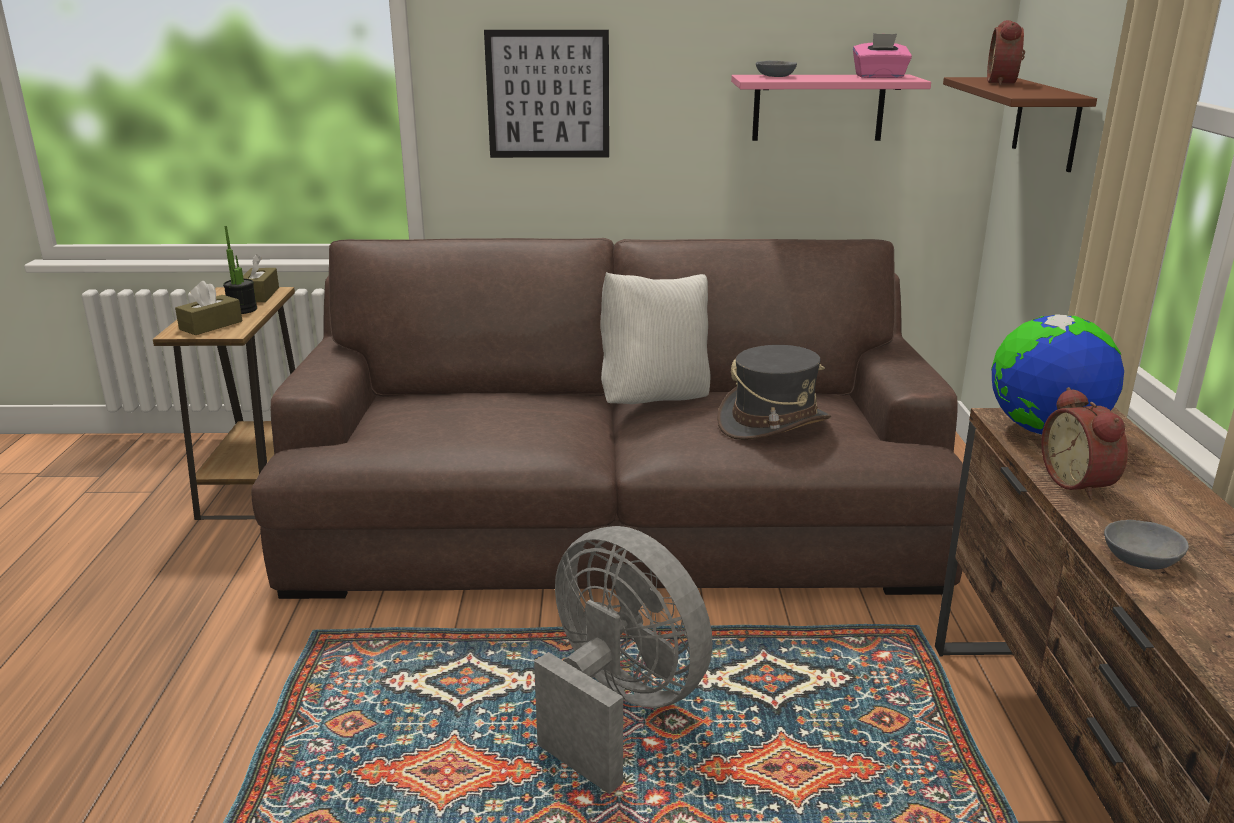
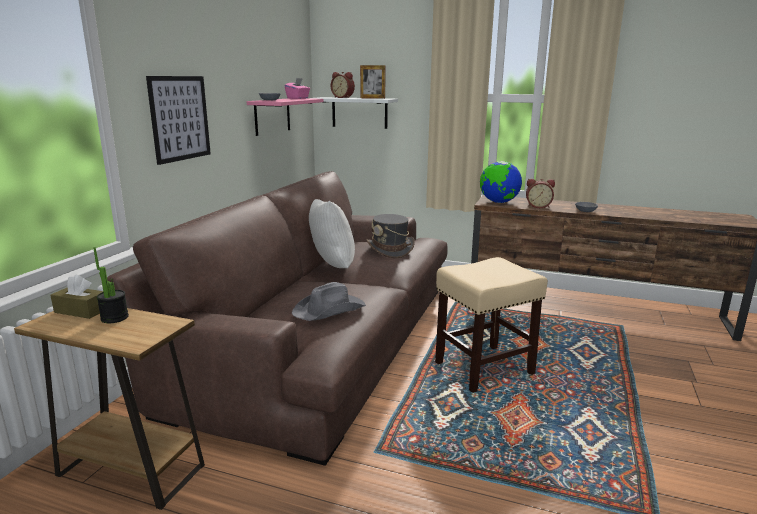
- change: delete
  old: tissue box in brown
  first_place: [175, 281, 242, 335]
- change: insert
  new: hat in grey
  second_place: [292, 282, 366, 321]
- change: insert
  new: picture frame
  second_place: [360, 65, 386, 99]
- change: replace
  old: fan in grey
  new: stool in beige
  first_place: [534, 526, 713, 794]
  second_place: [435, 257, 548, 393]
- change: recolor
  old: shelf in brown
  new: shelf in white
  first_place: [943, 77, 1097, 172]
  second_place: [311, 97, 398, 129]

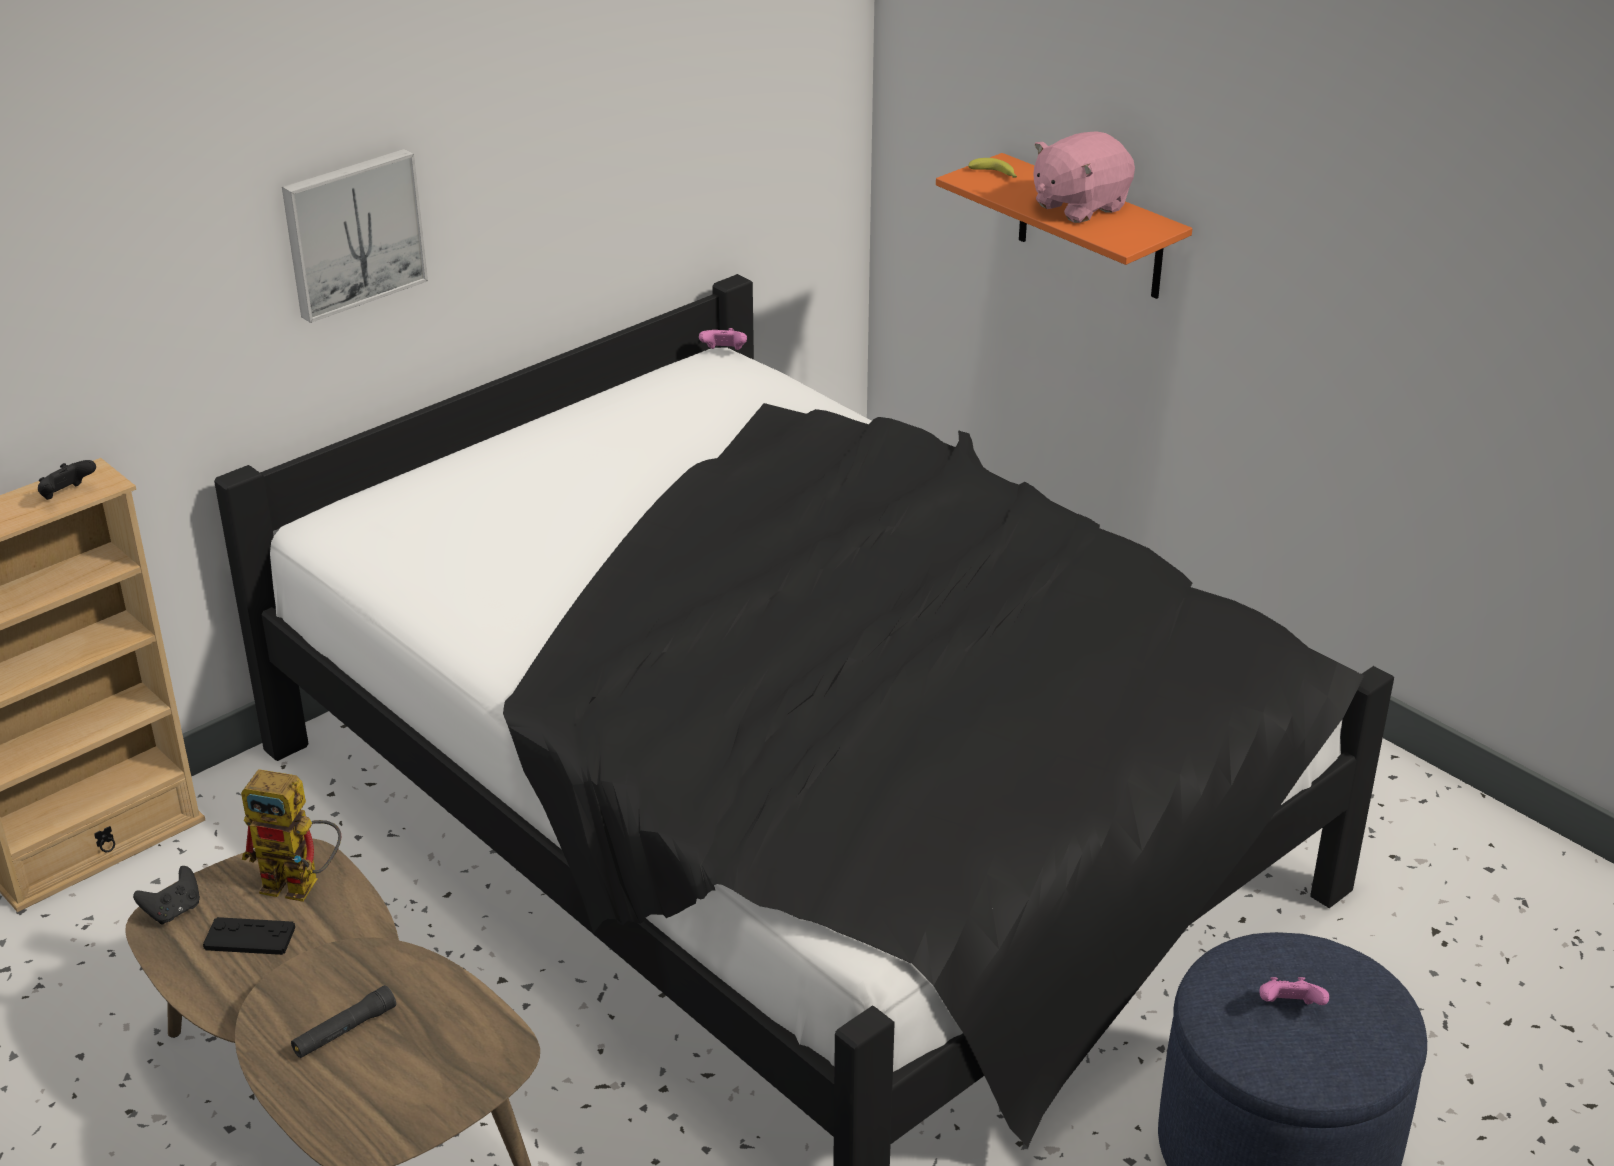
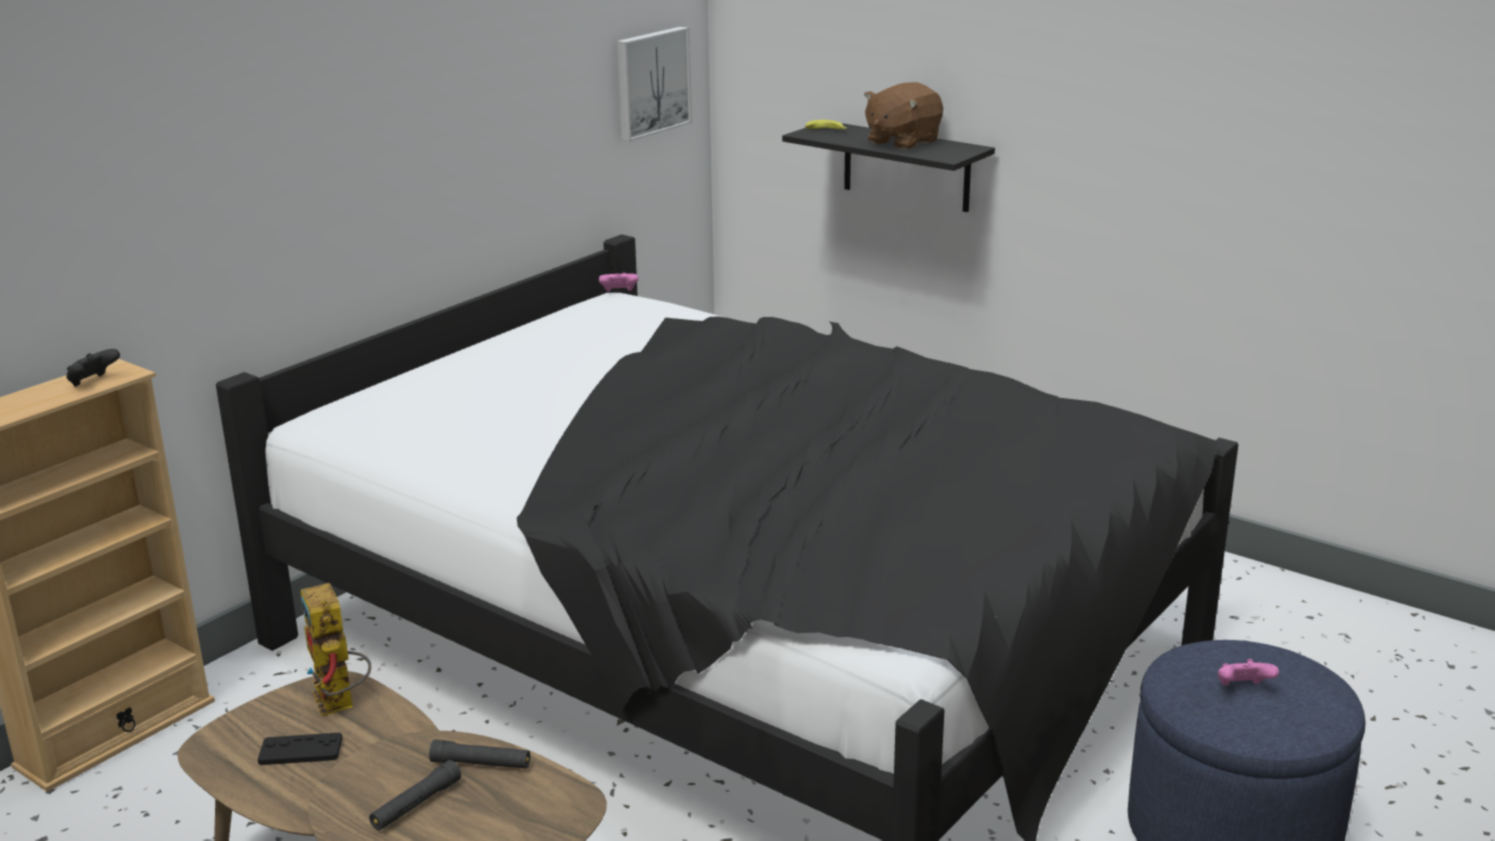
- change: delete
  old: game controller in black
  first_place: [133, 866, 200, 924]
- change: insert
  new: flashlight in black
  second_place: [429, 739, 530, 769]
- change: move
  old: picture
  first_place: [282, 149, 428, 323]
  second_place: [616, 27, 692, 141]
- change: recolor
  old: shelf in orange
  new: shelf in black
  first_place: [936, 153, 1192, 299]
  second_place: [782, 123, 995, 212]
- change: recolor
  old: plush toy in pink
  new: plush toy in brown
  first_place: [1033, 131, 1135, 223]
  second_place: [864, 82, 943, 150]
- change: rotate
  old: toy robot
  first_place: [241, 769, 341, 902]
  second_place: [301, 583, 371, 716]
  degrees: 60

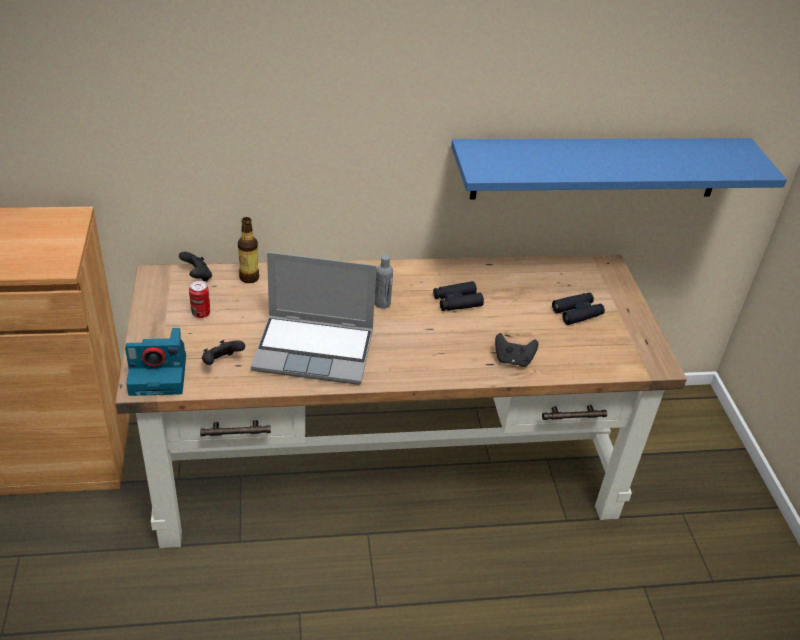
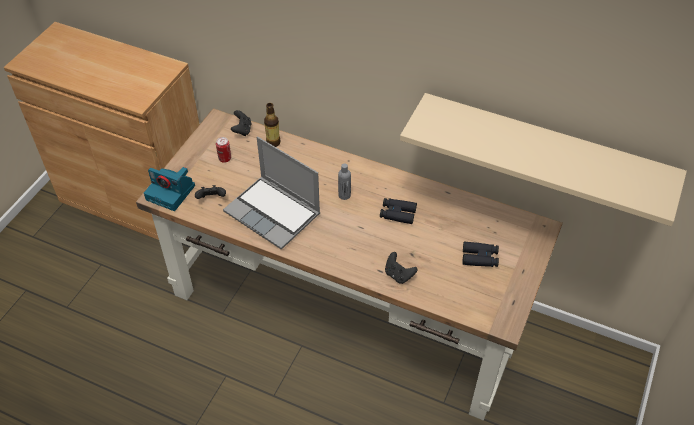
- change: recolor
  old: shelf in blue
  new: shelf in beige
  first_place: [451, 138, 787, 200]
  second_place: [400, 93, 687, 226]

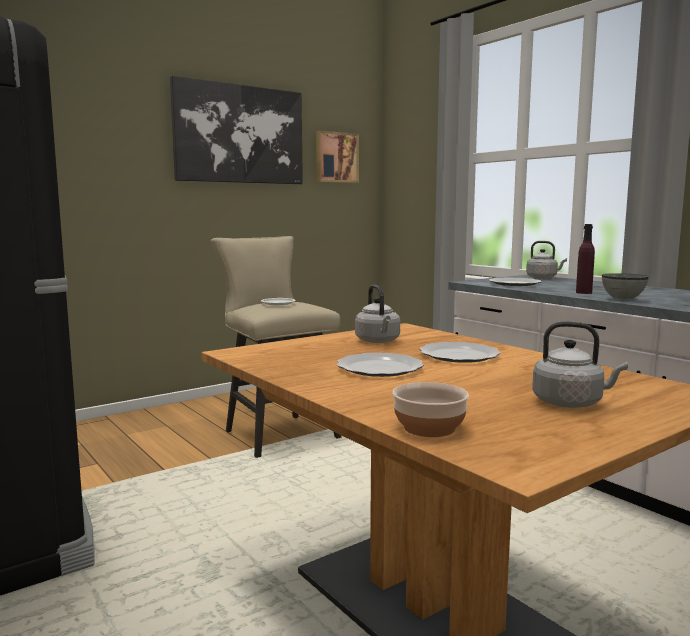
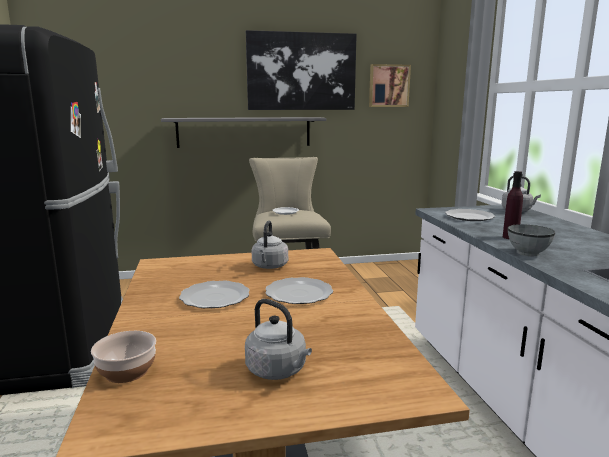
- change: insert
  new: shelf in grey
  second_place: [161, 117, 326, 148]

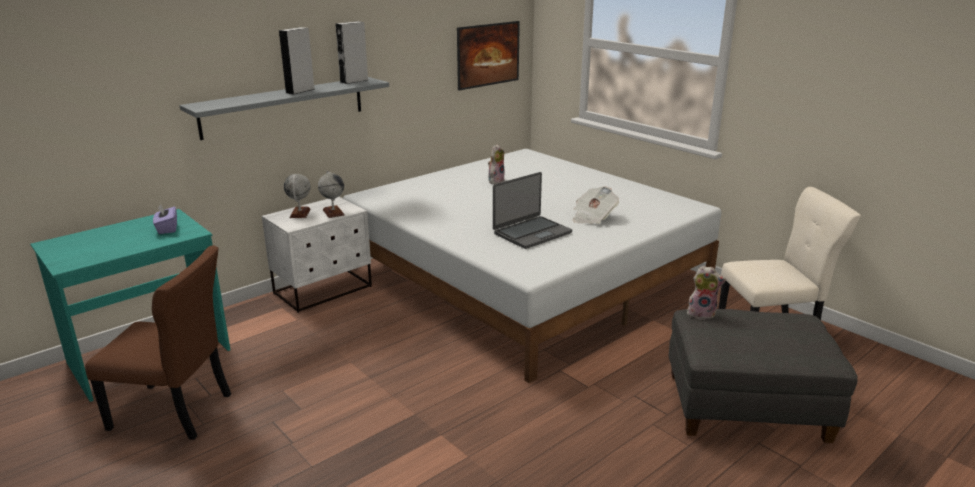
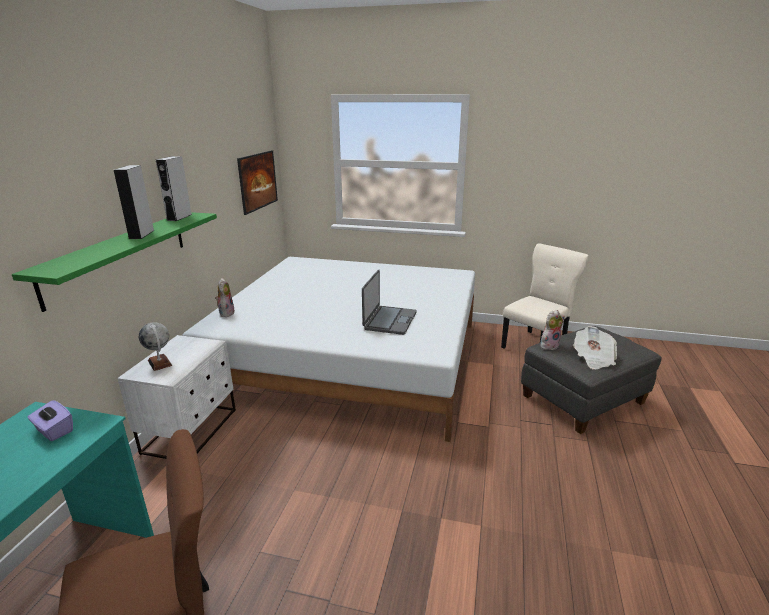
- change: delete
  old: globe
  first_place: [318, 171, 345, 218]
- change: move
  old: plush toy
  first_place: [488, 144, 505, 184]
  second_place: [215, 278, 235, 317]
- change: move
  old: newspaper
  first_place: [573, 186, 619, 224]
  second_place: [573, 326, 617, 369]
- change: recolor
  old: shelf in grey
  new: shelf in green
  first_place: [180, 77, 389, 140]
  second_place: [12, 212, 217, 312]

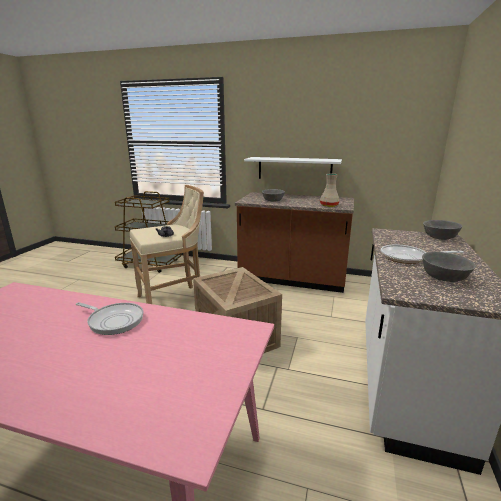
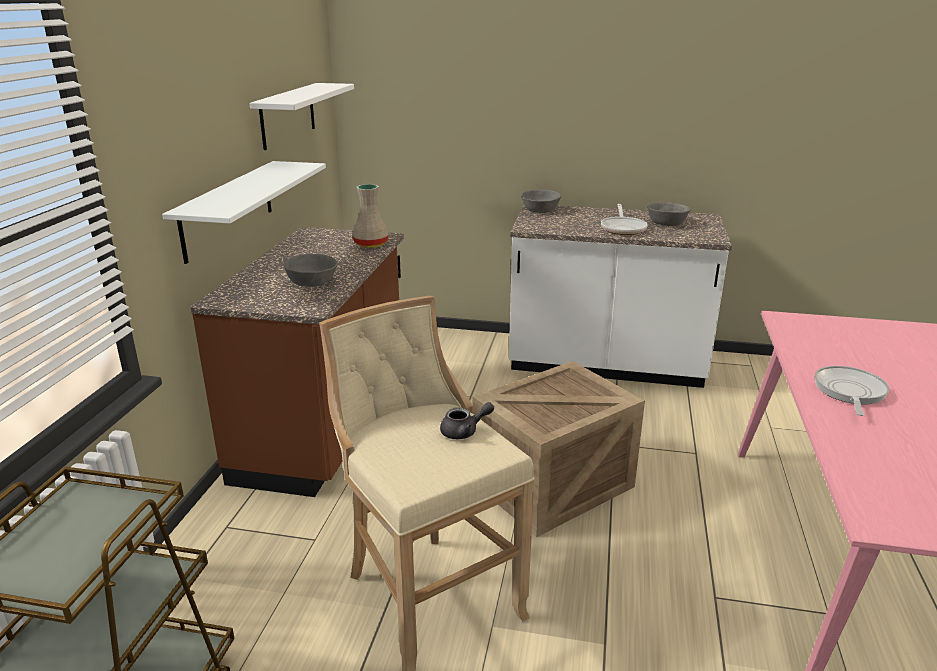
- change: insert
  new: shelf in white
  second_place: [250, 83, 354, 150]

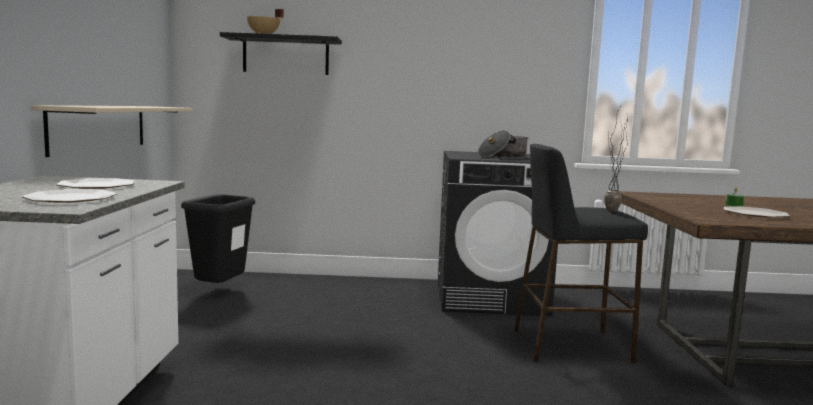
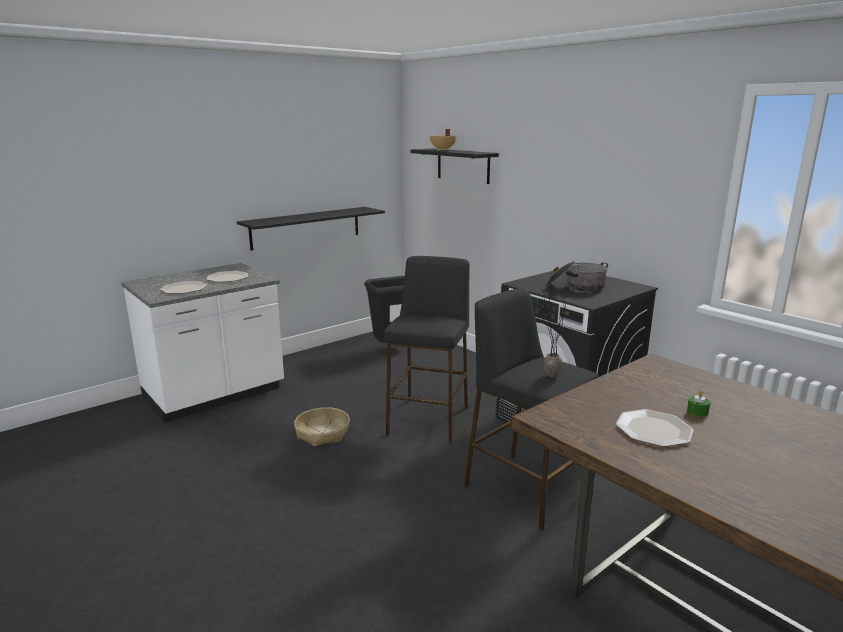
- change: insert
  new: basket
  second_place: [294, 407, 350, 447]
- change: insert
  new: stool in black
  second_place: [384, 256, 470, 445]
- change: recolor
  old: shelf in beige
  new: shelf in black
  first_place: [31, 105, 193, 157]
  second_place: [237, 207, 385, 251]

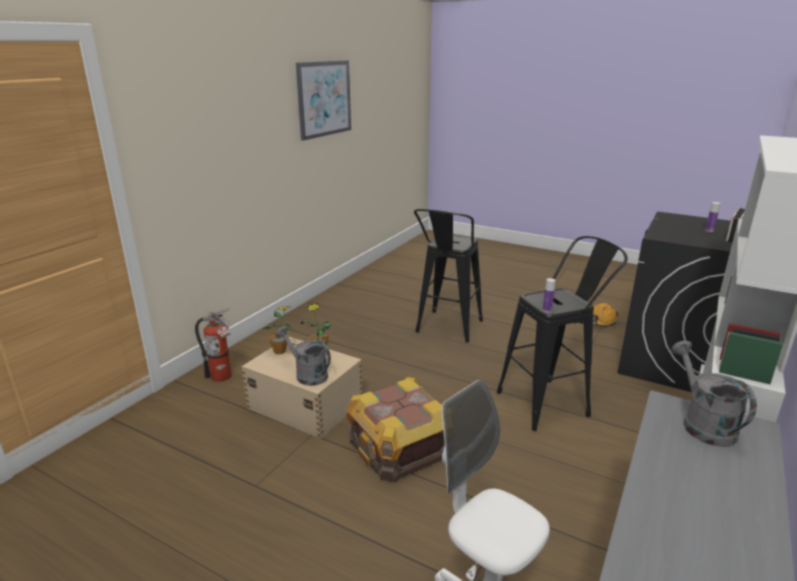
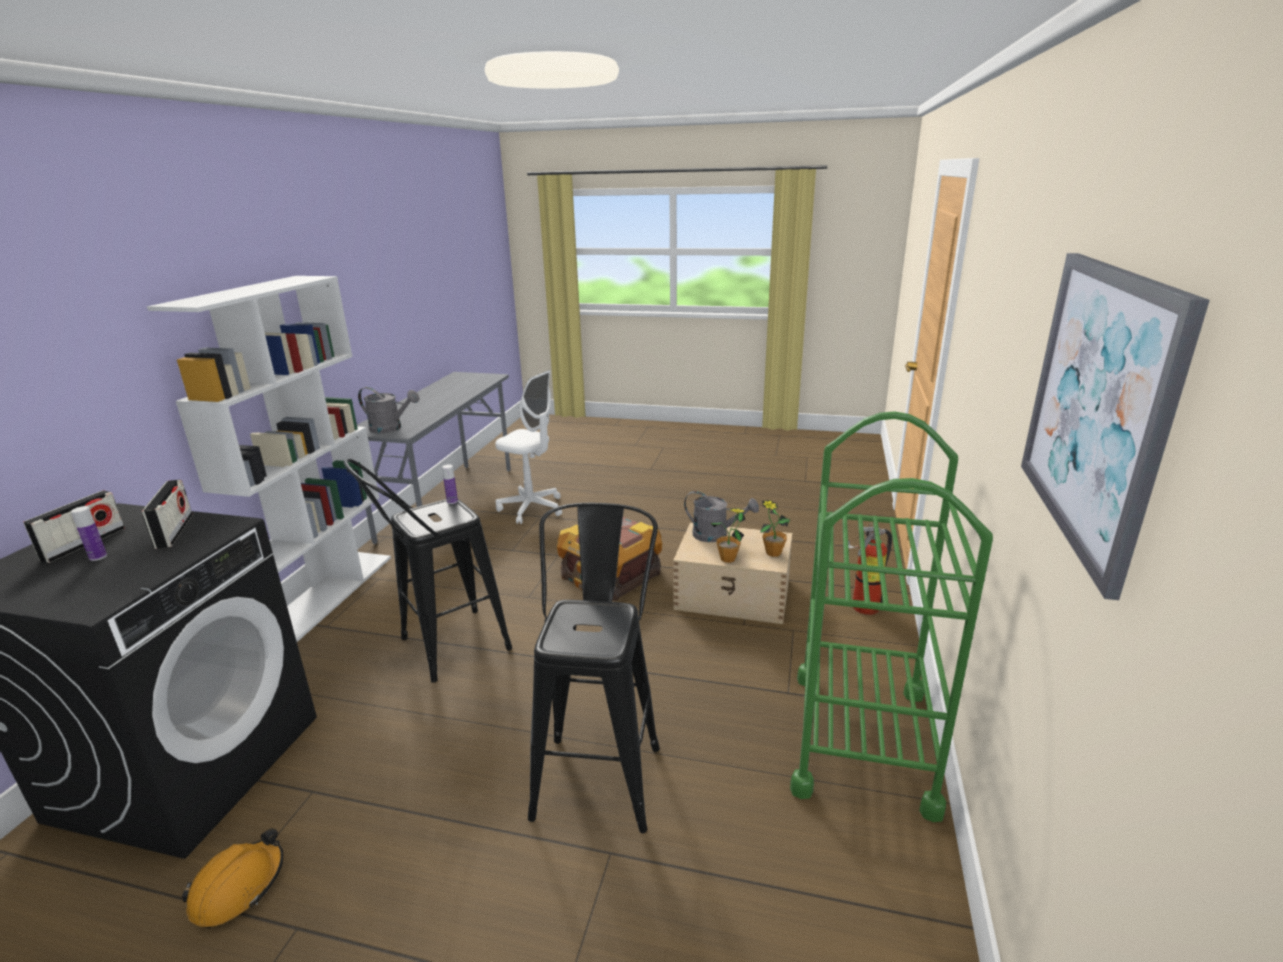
- change: insert
  new: radio
  second_place: [142, 480, 193, 549]
- change: insert
  new: cart in green
  second_place: [790, 412, 993, 822]
- change: rotate
  old: watering can in grey
  first_place: [671, 341, 757, 447]
  second_place: [358, 387, 420, 433]
  degrees: -45

